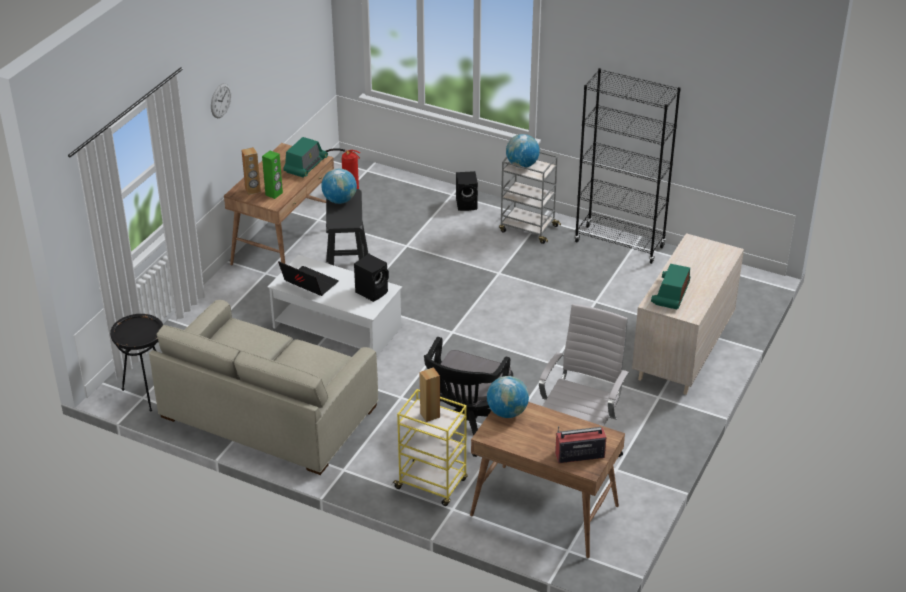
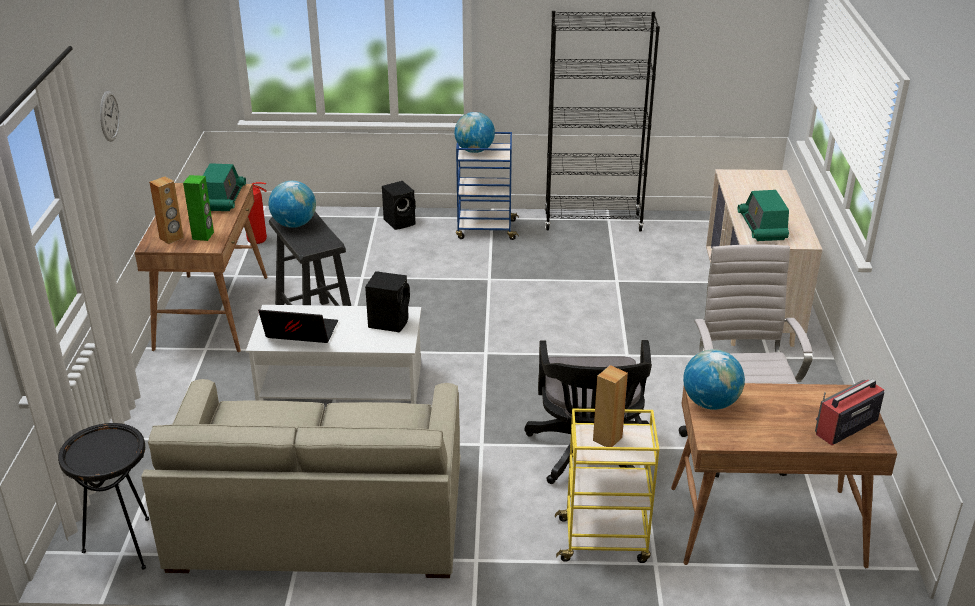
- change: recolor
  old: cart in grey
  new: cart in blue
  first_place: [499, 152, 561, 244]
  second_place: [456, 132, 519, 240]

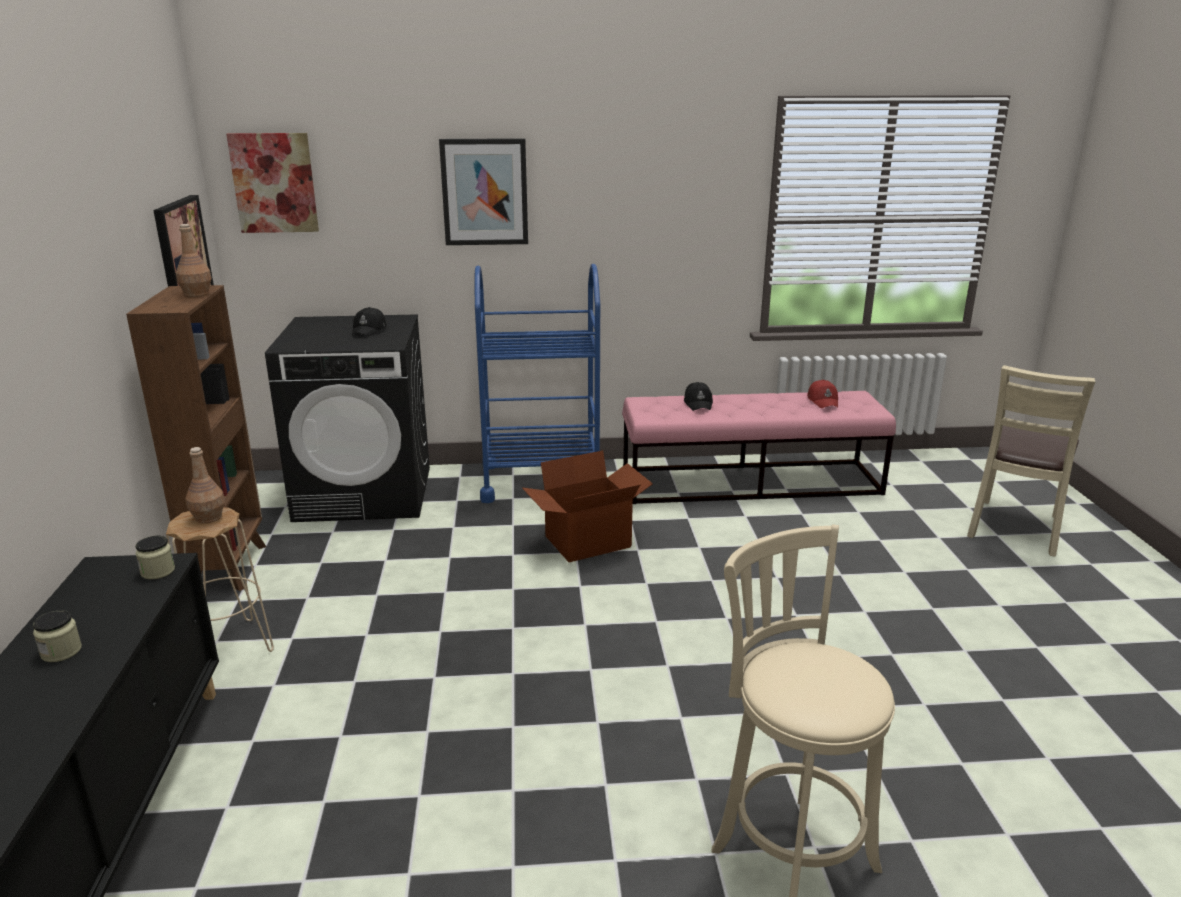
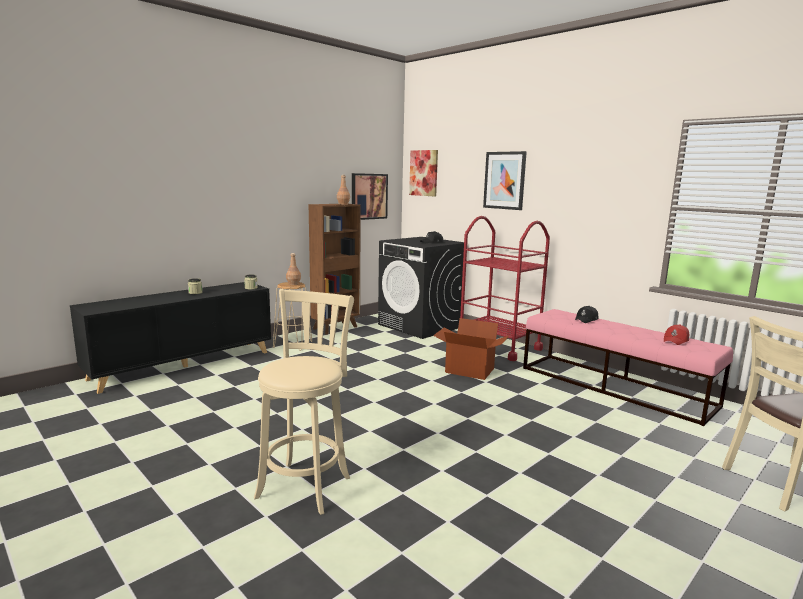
- change: recolor
  old: cart in blue
  new: cart in red
  first_place: [475, 264, 600, 503]
  second_place: [460, 216, 550, 361]

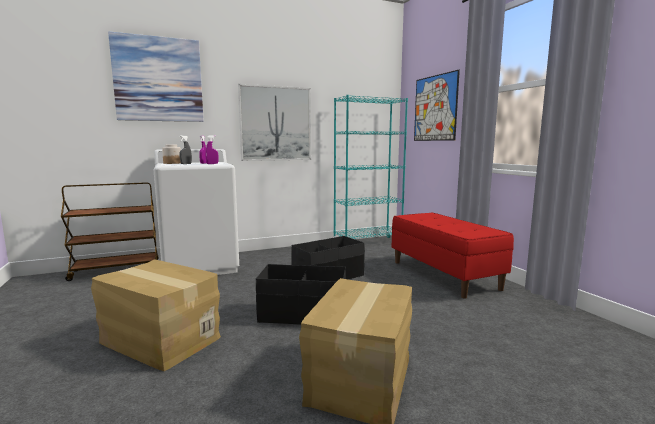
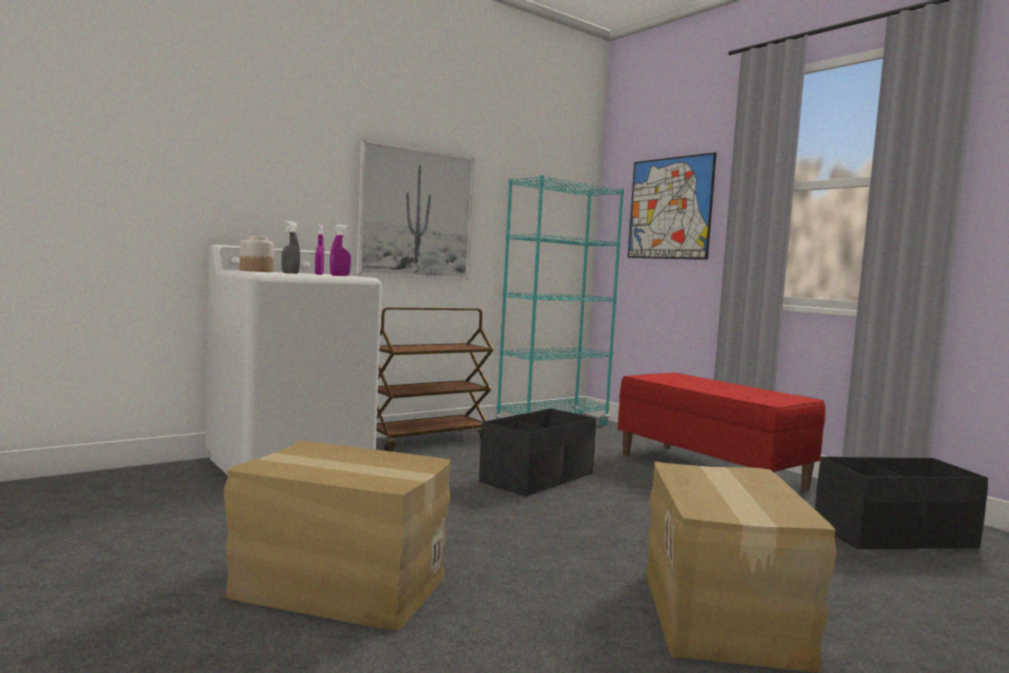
- change: delete
  old: picture
  first_place: [108, 31, 204, 122]
- change: move
  old: cart in brown
  first_place: [61, 182, 159, 281]
  second_place: [376, 307, 493, 452]
- change: move
  old: storage box in black
  first_place: [256, 264, 346, 325]
  second_place: [815, 457, 989, 550]

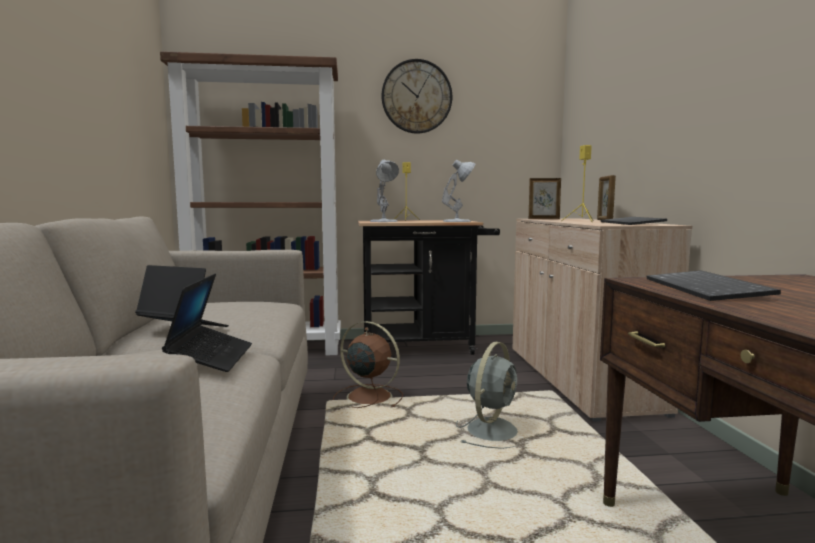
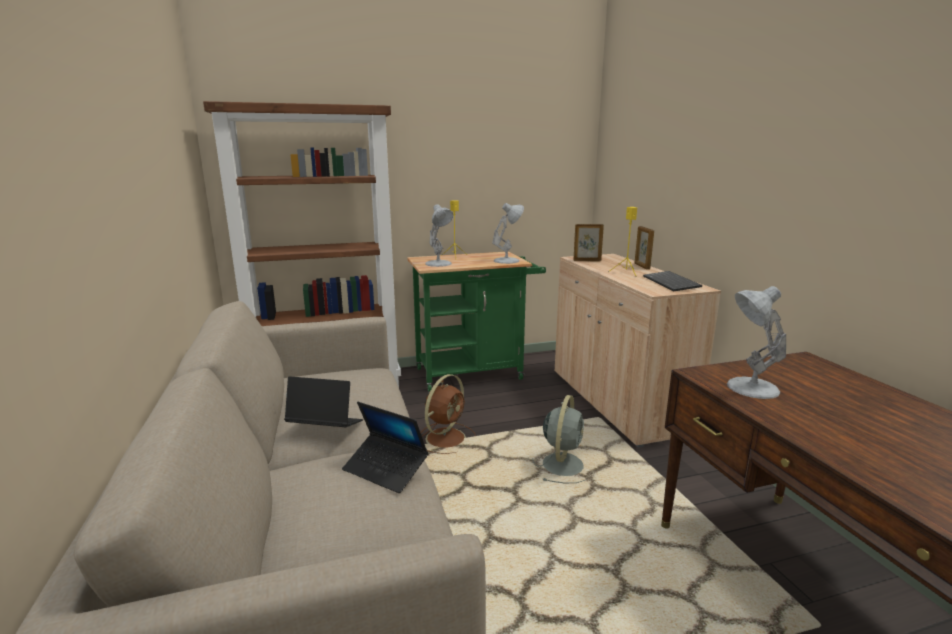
- change: delete
  old: wall clock
  first_place: [382, 59, 452, 134]
- change: replace
  old: keyboard
  new: table lamp in white
  first_place: [647, 270, 781, 301]
  second_place: [727, 286, 786, 399]
- change: recolor
  old: cart in black
  new: cart in green
  first_place: [358, 220, 500, 355]
  second_place: [407, 252, 546, 391]
- change: rotate
  old: laptop
  first_place: [162, 274, 252, 372]
  second_place: [342, 402, 428, 493]
  degrees: 135
- change: rotate
  old: fan in brown
  first_place: [333, 321, 403, 408]
  second_place: [420, 374, 476, 454]
  degrees: 105

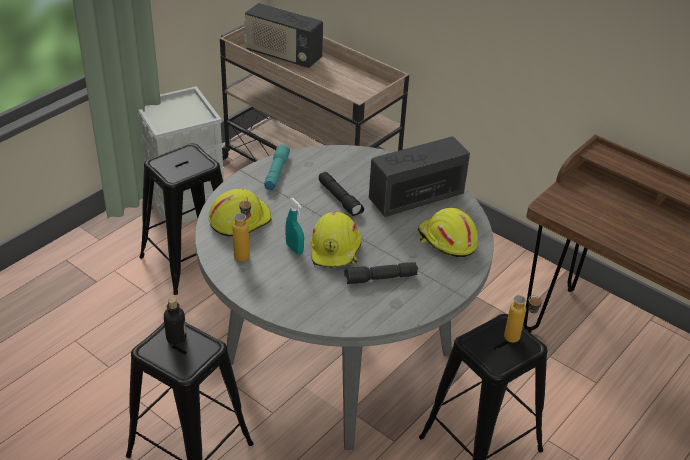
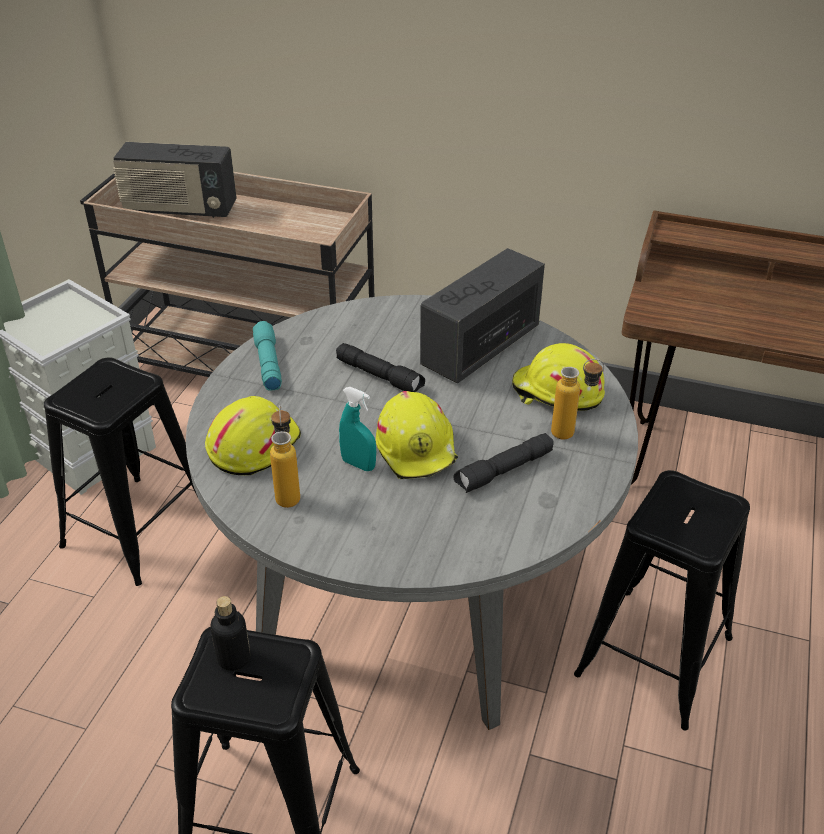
- change: move
  old: bottle
  first_place: [504, 295, 543, 343]
  second_place: [551, 359, 604, 439]

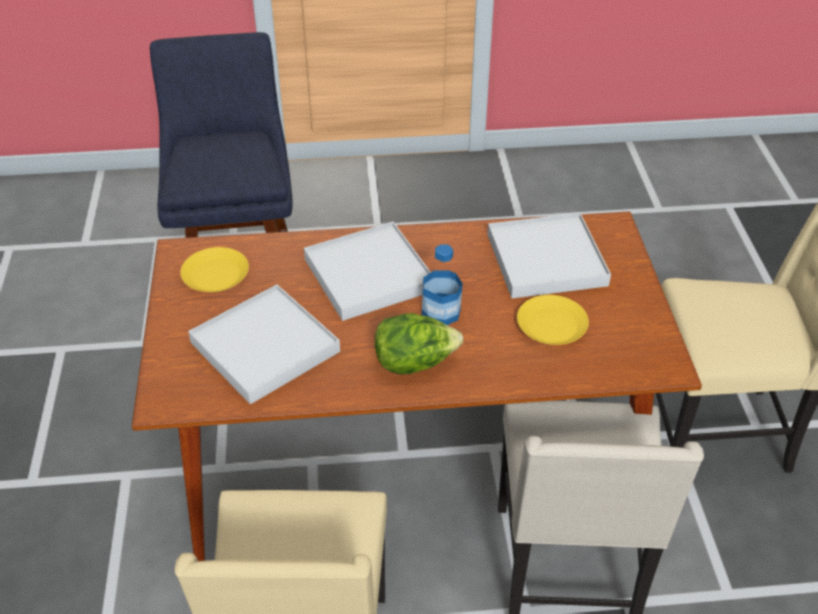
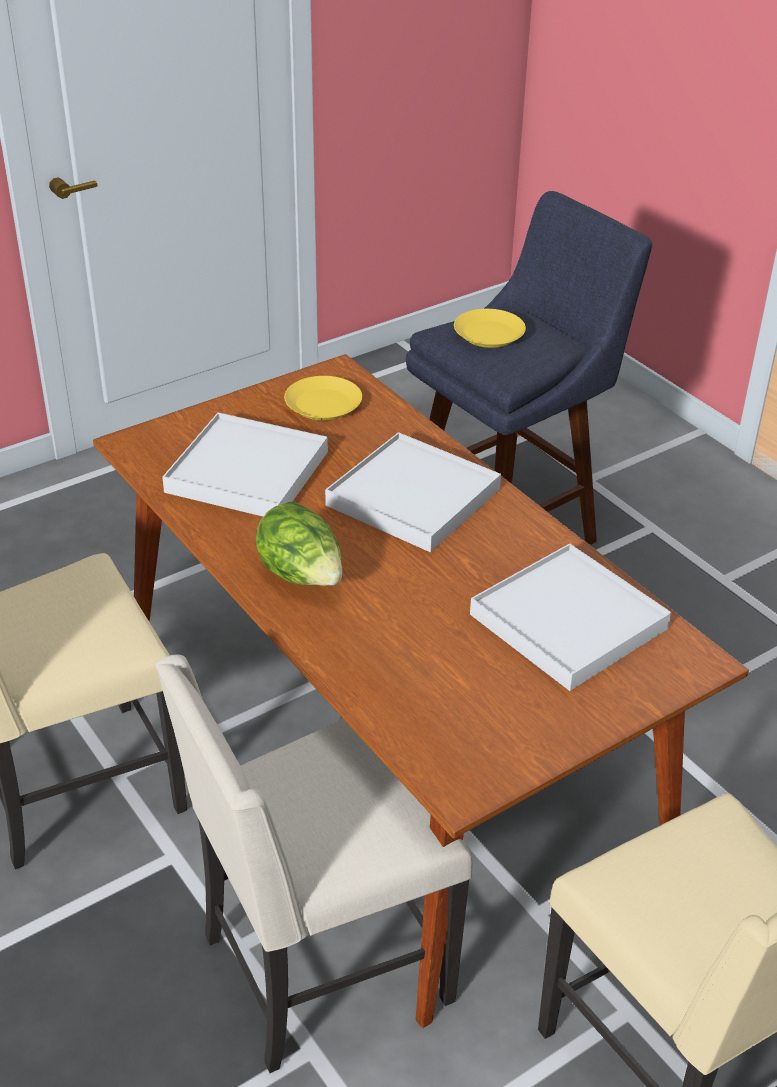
- change: delete
  old: bottle
  first_place: [422, 244, 463, 325]
- change: move
  old: plate in yellow
  first_place: [517, 295, 589, 345]
  second_place: [454, 309, 526, 348]

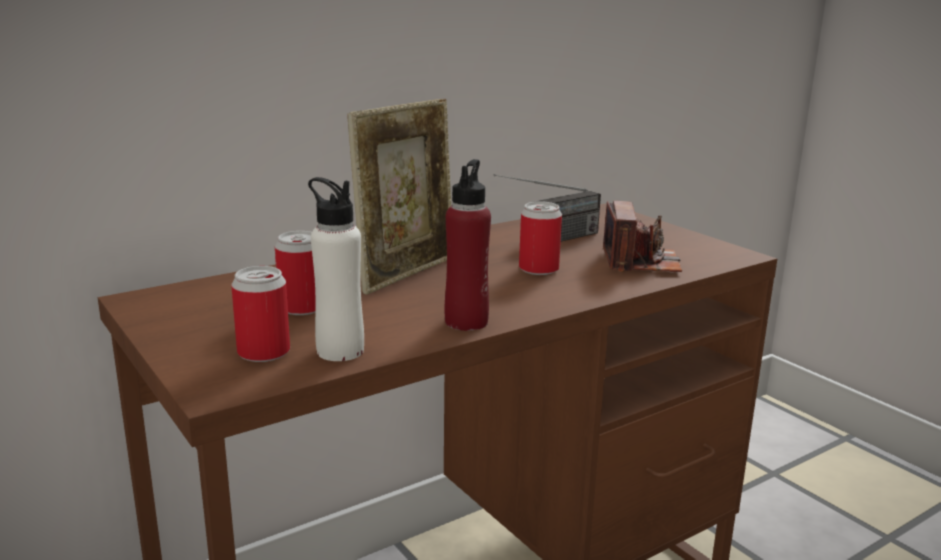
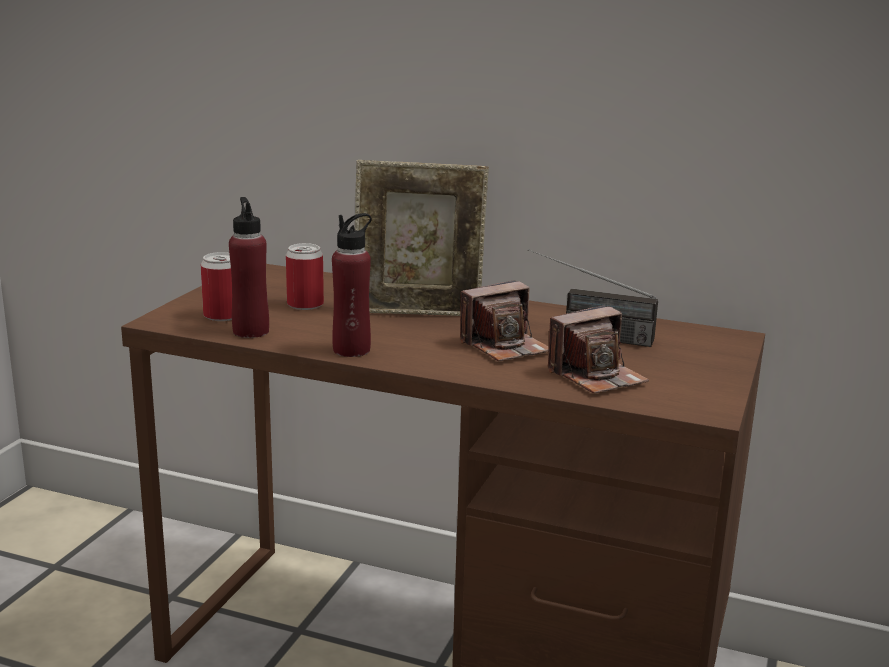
- change: replace
  old: can
  new: photo camera
  first_place: [519, 201, 562, 275]
  second_place: [460, 280, 549, 362]
- change: recolor
  old: bottle in white
  new: bottle in red
  first_place: [308, 177, 364, 361]
  second_place: [229, 197, 269, 338]

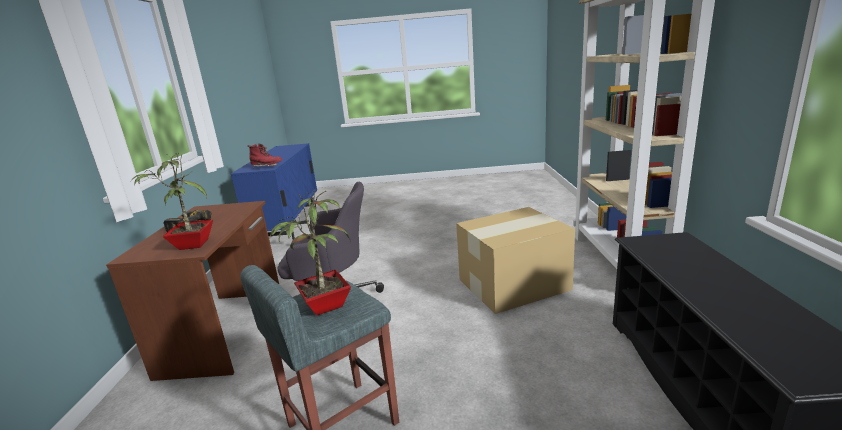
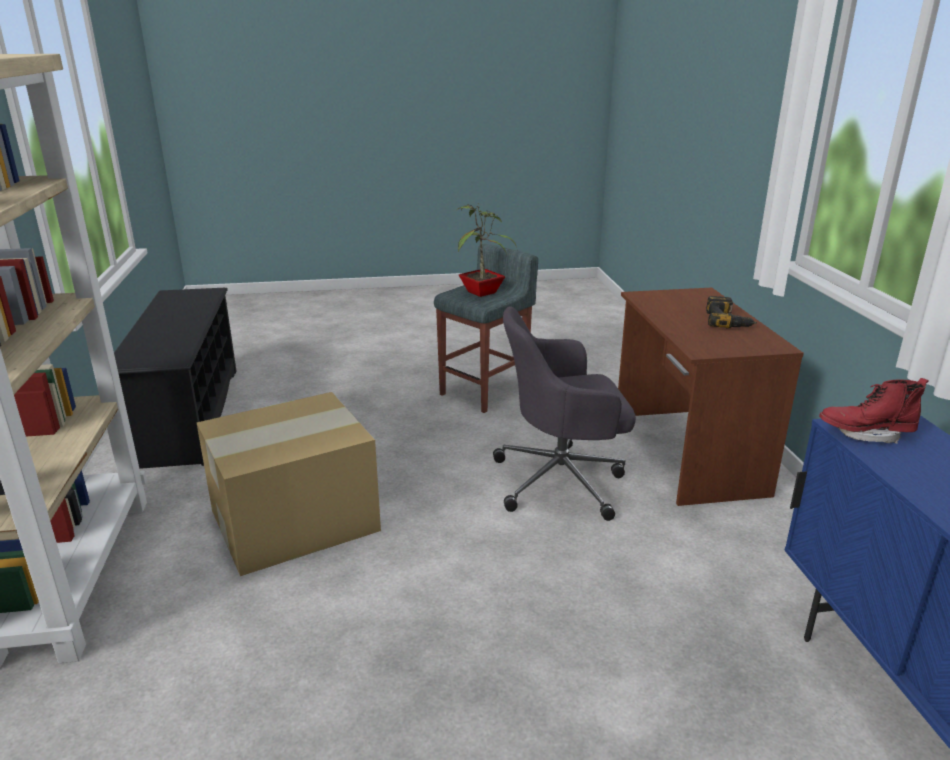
- change: delete
  old: potted plant
  first_place: [131, 152, 213, 250]

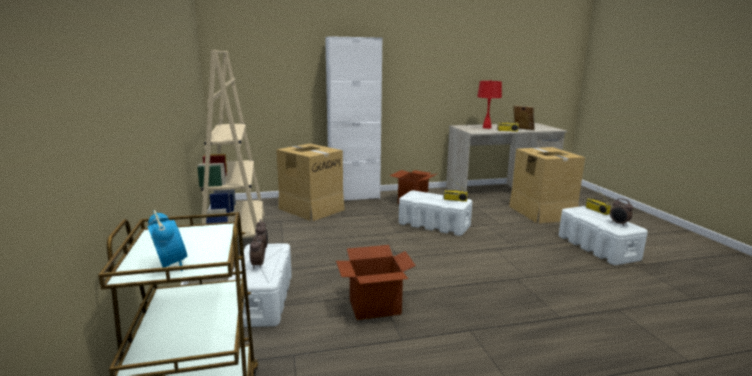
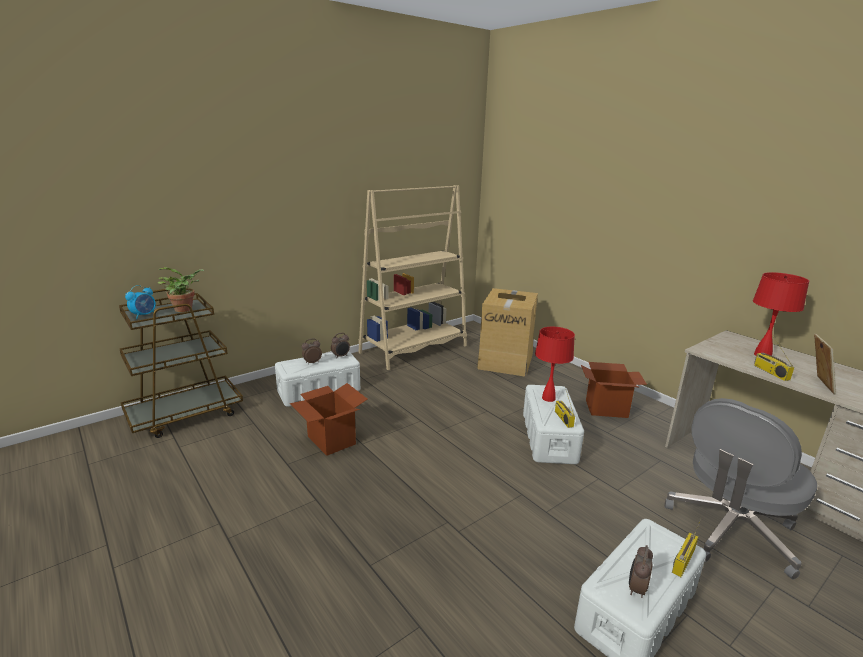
- change: delete
  old: cabinet in white
  first_place: [325, 36, 382, 200]
- change: insert
  new: potted plant
  second_place: [157, 267, 204, 312]
- change: insert
  new: table lamp in red
  second_place: [535, 327, 575, 402]
- change: replace
  old: cardboard box
  new: office chair in grey
  first_place: [509, 147, 585, 224]
  second_place: [664, 398, 817, 580]

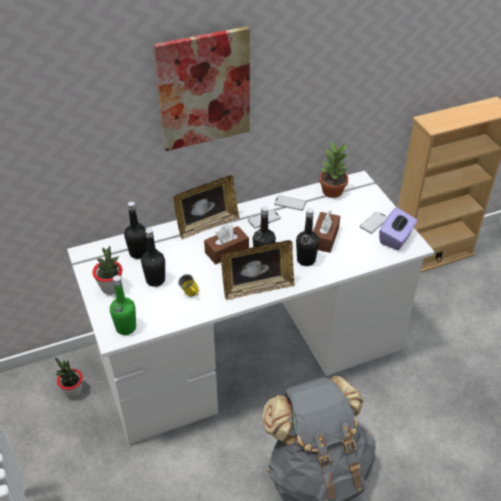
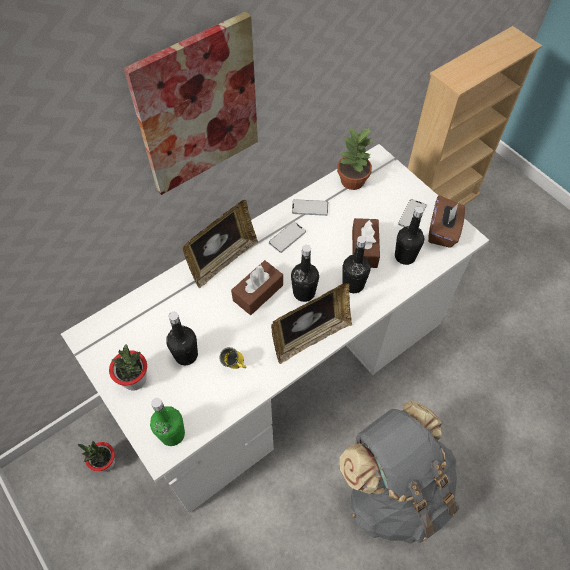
- change: move
  old: bottle in black
  first_place: [124, 201, 147, 259]
  second_place: [395, 206, 425, 265]
- change: recolor
  old: tissue box in purple
  new: tissue box in brown
  first_place: [379, 208, 417, 250]
  second_place: [428, 196, 465, 248]

